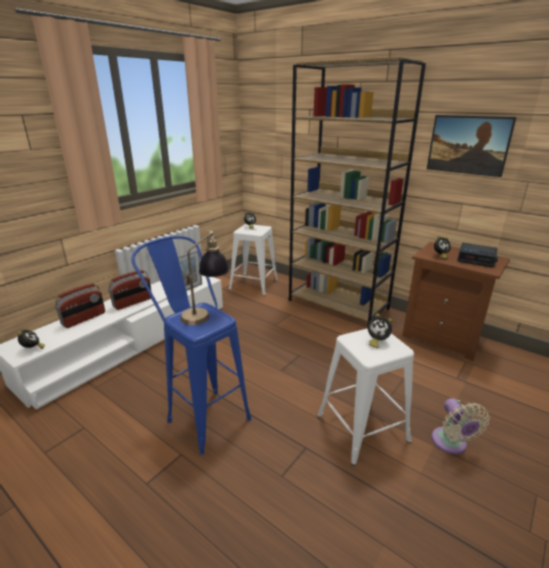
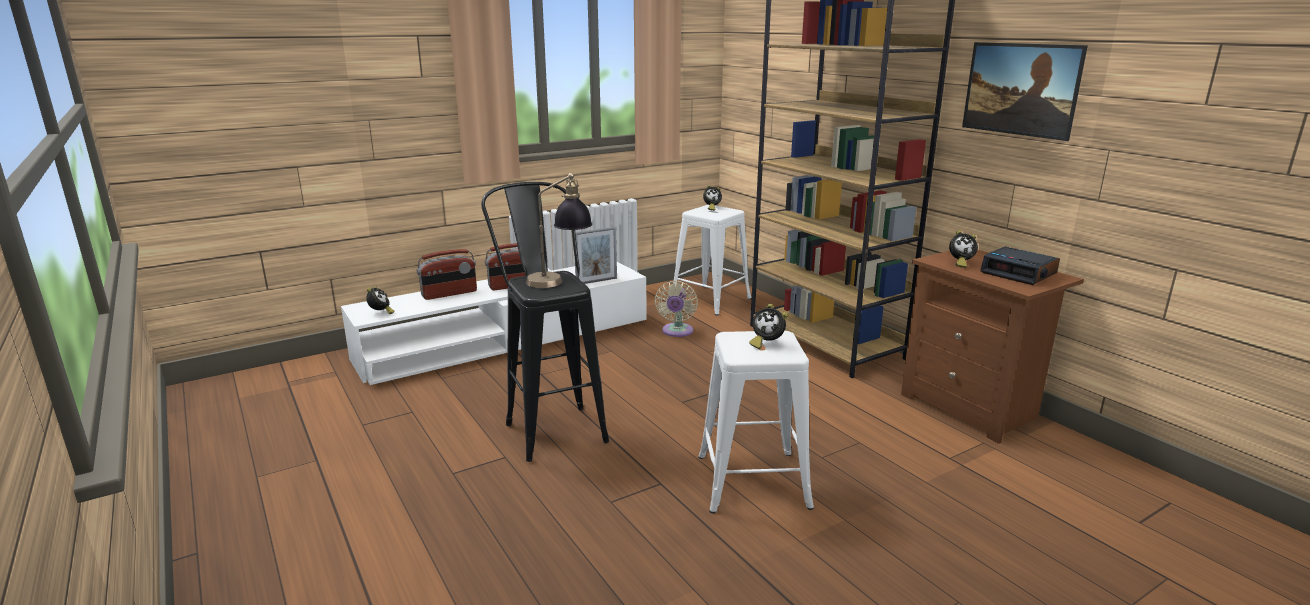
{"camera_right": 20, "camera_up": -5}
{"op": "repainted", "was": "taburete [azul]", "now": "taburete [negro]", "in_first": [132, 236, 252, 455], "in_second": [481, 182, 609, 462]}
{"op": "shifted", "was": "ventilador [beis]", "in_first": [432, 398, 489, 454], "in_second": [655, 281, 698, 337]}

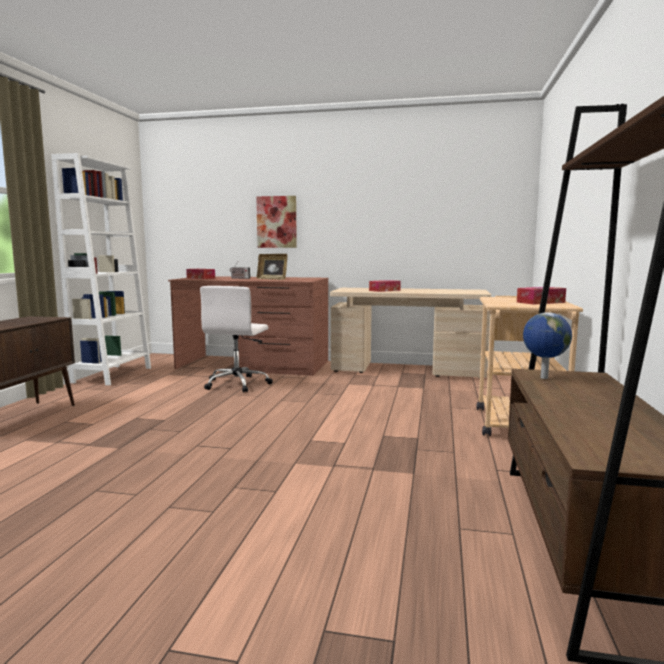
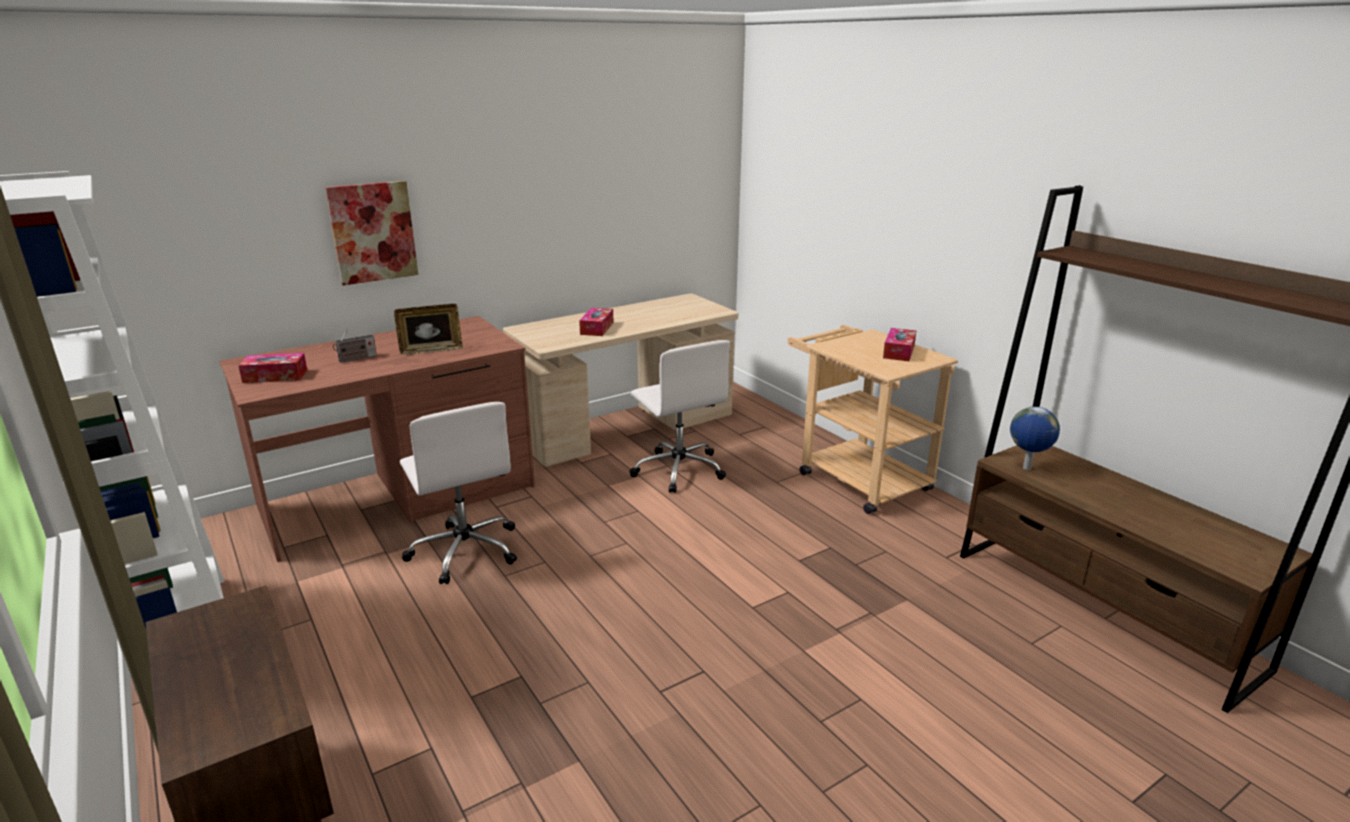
{"camera_right": -45, "camera_up": 15}
{"op": "new", "now": "silla de oficina [blanco]", "in_second": [629, 340, 730, 493]}

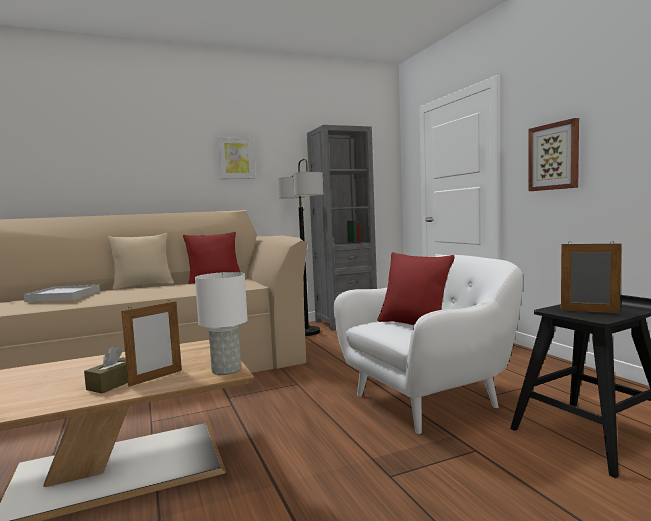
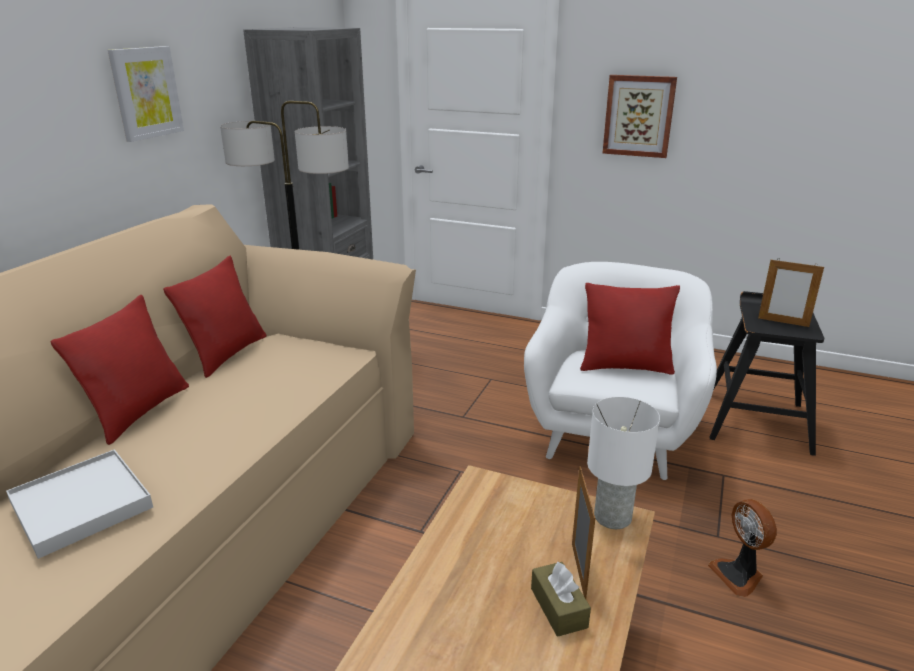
{"camera_right": -45, "camera_up": 20}
{"op": "repainted", "was": "cojín [beis]", "now": "cojín [rojo]", "in_first": [108, 233, 174, 290], "in_second": [50, 295, 189, 445]}
{"op": "new", "now": "ventilador", "in_second": [708, 499, 777, 597]}
{"op": "rotated", "was": "portarretratos", "in_first": [561, 241, 622, 313], "in_second": [758, 258, 824, 327], "clockwise": -135}

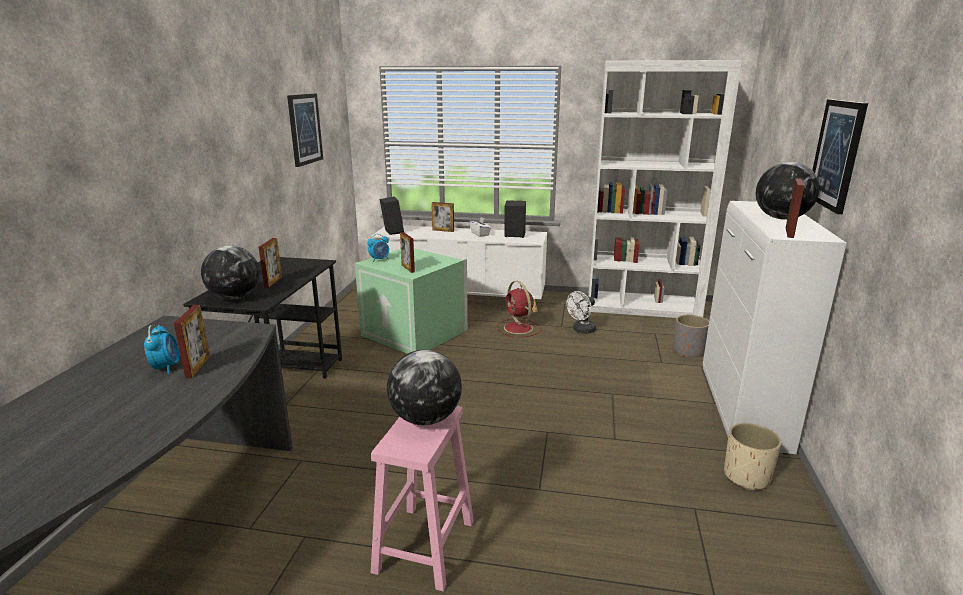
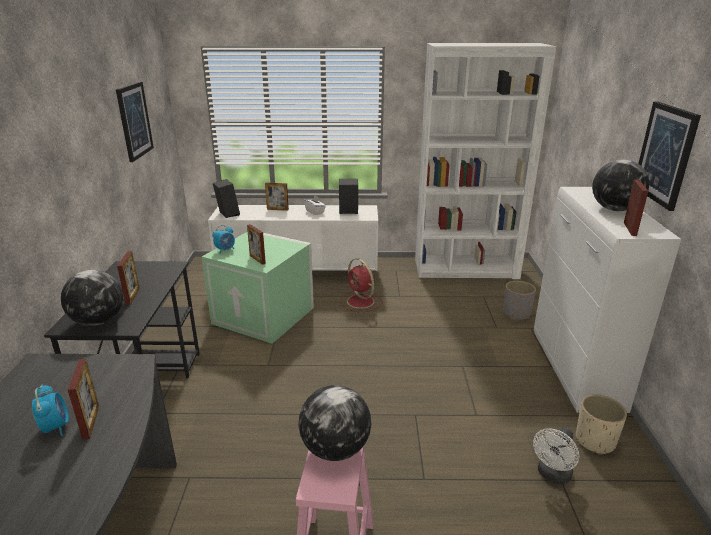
{"camera_right": -10, "camera_up": 5}
{"op": "shifted", "was": "ventilador [blanco]", "in_first": [566, 291, 596, 334], "in_second": [533, 428, 579, 484]}

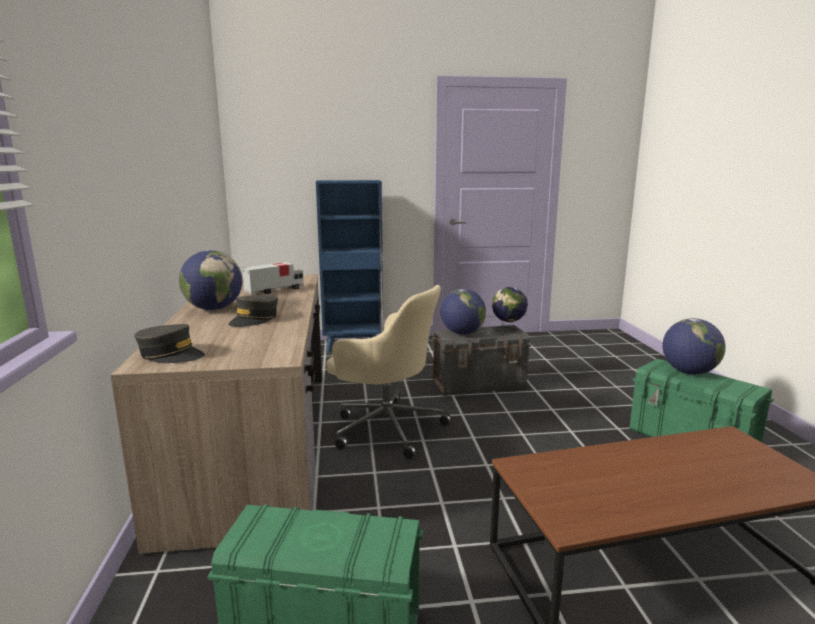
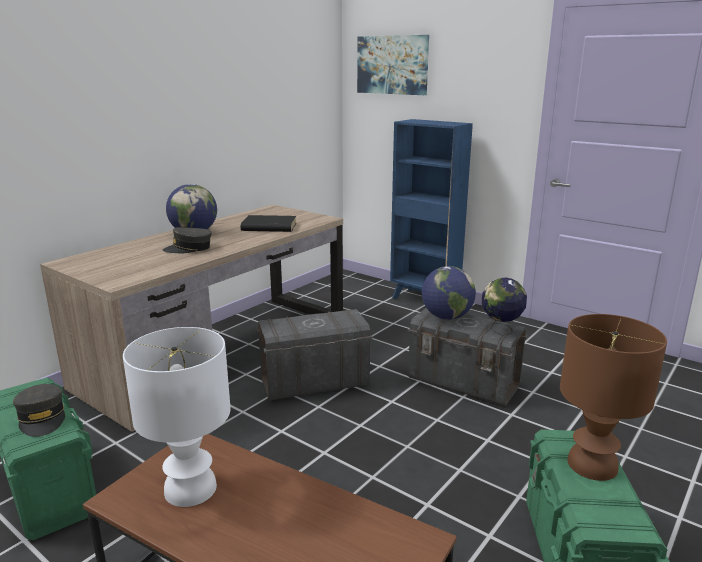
{"camera_right": 45, "camera_up": 5}
{"op": "shifted", "was": "gorra [gris]", "in_first": [134, 324, 205, 363], "in_second": [13, 384, 65, 437]}
{"op": "new", "now": "lámpara de mesa [blanco]", "in_second": [123, 327, 231, 507]}
{"op": "swapped", "was": "camión de juguete", "now": "libro [negro]", "in_first": [242, 262, 304, 294], "in_second": [241, 215, 297, 232]}
{"op": "swapped", "was": "silla de oficina [beis]", "now": "caja de almacenaje [gris]", "in_first": [326, 285, 451, 459], "in_second": [256, 309, 373, 400]}
{"op": "new", "now": "cuadro", "in_second": [357, 35, 429, 95]}
{"op": "swapped", "was": "globo terráqueo", "now": "lámpara de mesa [marrón]", "in_first": [662, 318, 725, 374], "in_second": [560, 314, 667, 481]}

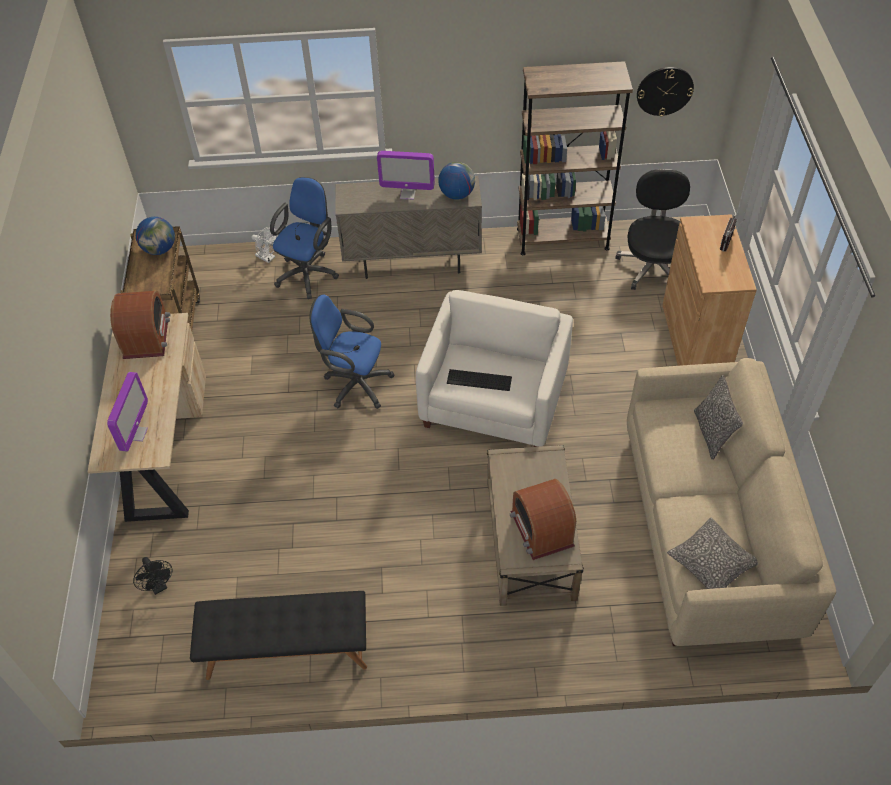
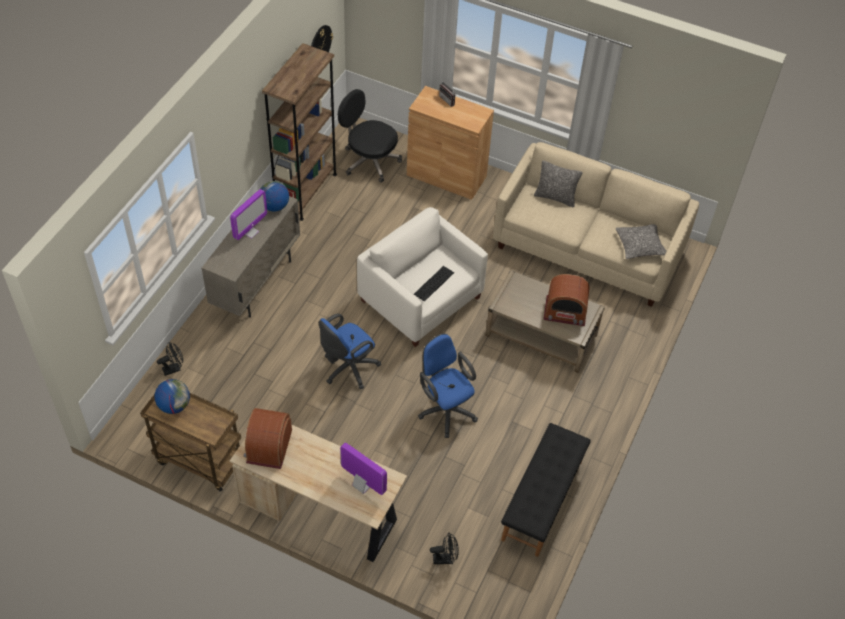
{"camera_right": -65, "camera_up": 0}
{"op": "repainted", "was": "ventilador [blanco]", "now": "ventilador [negro]", "in_first": [251, 227, 278, 263], "in_second": [157, 342, 183, 376]}
{"op": "rotated", "was": "radio", "in_first": [110, 291, 171, 359], "in_second": [243, 408, 292, 469], "clockwise": -105}
{"op": "shifted", "was": "silla de oficina [azul]", "in_first": [270, 177, 339, 299], "in_second": [418, 334, 478, 438]}

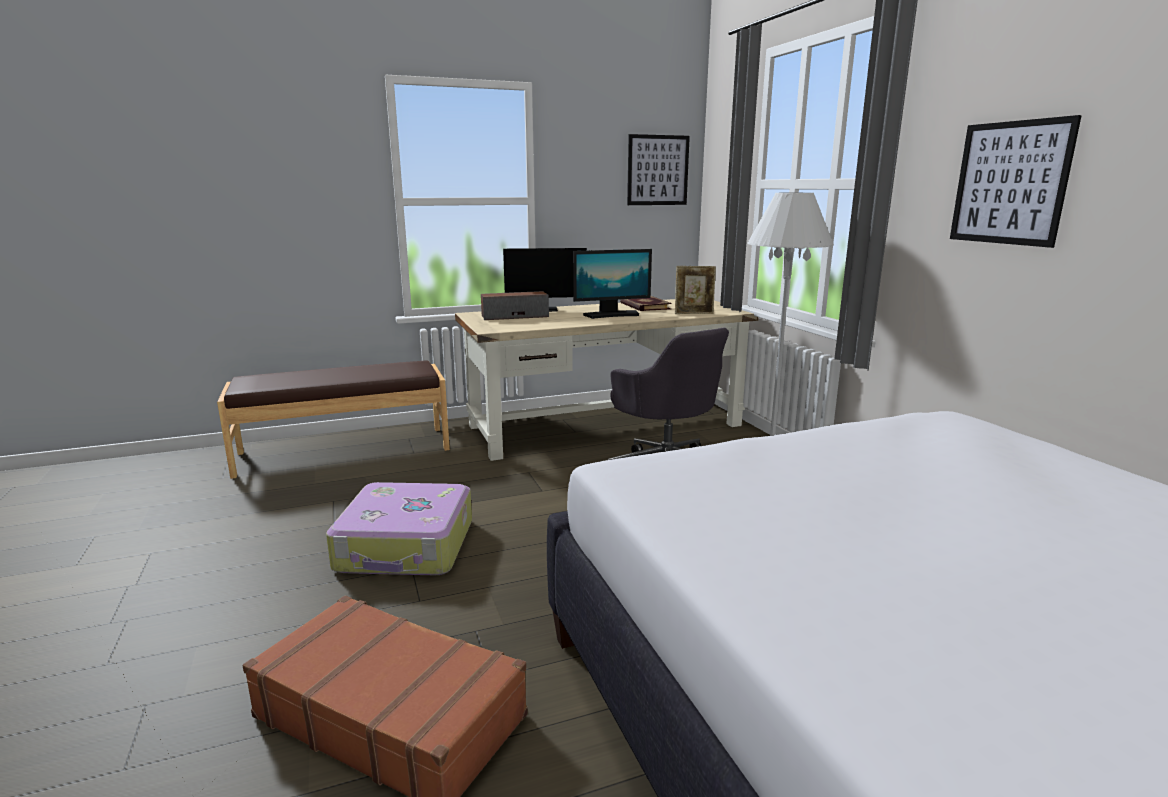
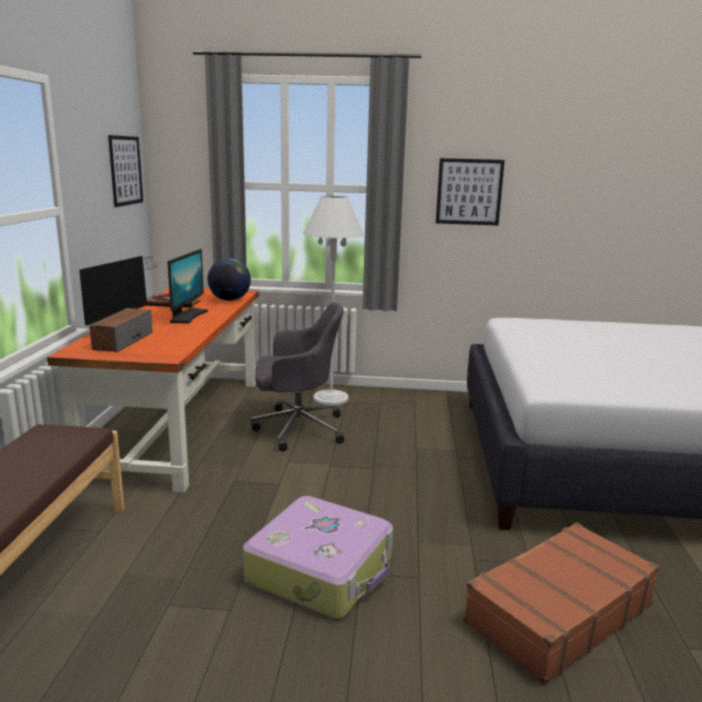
{"camera_right": -65, "camera_up": 0}
{"op": "repainted", "was": "escritorio [beis]", "now": "escritorio [naranja]", "in_first": [455, 299, 759, 461], "in_second": [47, 287, 259, 493]}
{"op": "swapped", "was": "portarretratos", "now": "globo terráqueo", "in_first": [675, 266, 716, 314], "in_second": [207, 258, 251, 301]}

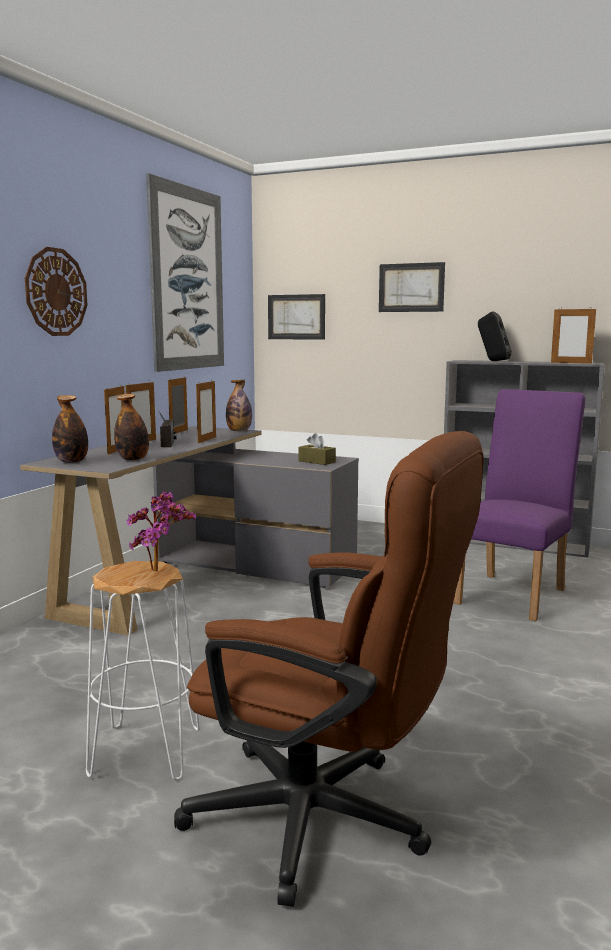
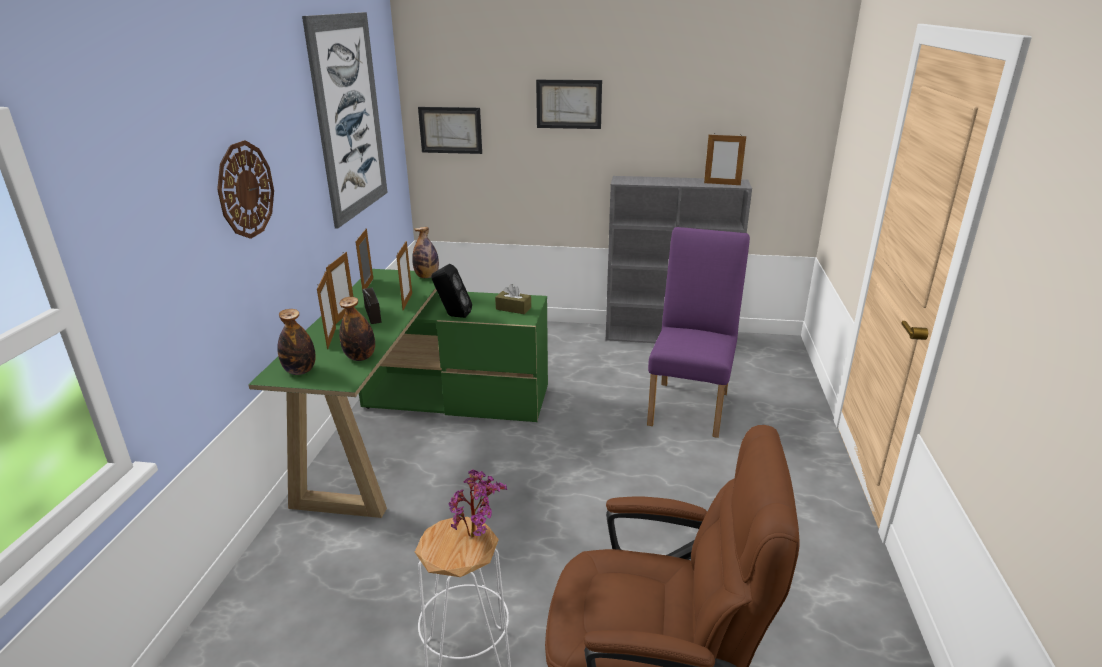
{"camera_right": -15, "camera_up": 15}
{"op": "repainted", "was": "escritorio [gris]", "now": "escritorio [verde]", "in_first": [20, 426, 359, 635], "in_second": [248, 269, 548, 518]}
{"op": "shifted", "was": "altavoz [negro]", "in_first": [478, 311, 512, 361], "in_second": [431, 264, 472, 318]}

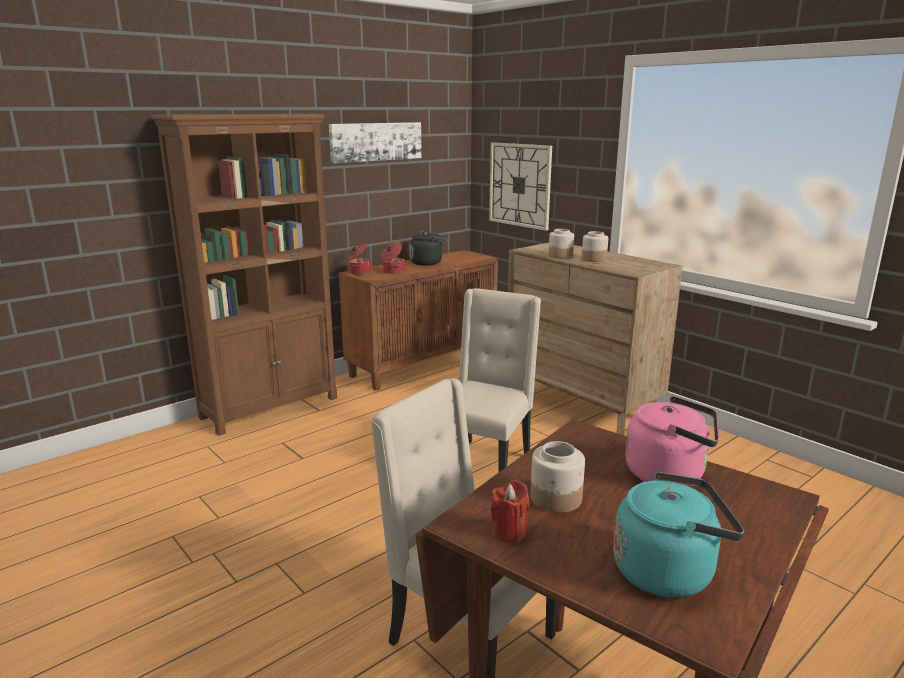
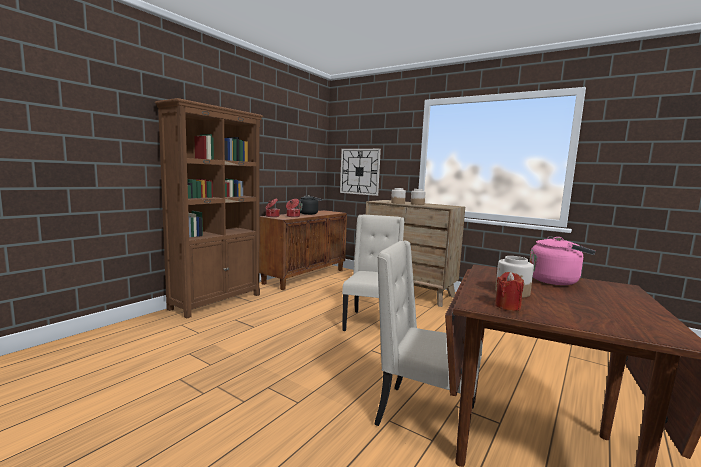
{"camera_right": -15, "camera_up": -10}
{"op": "gone", "was": "cuadro", "in_first": [329, 122, 422, 163]}
{"op": "gone", "was": "hervidor [turquesa]", "in_first": [613, 472, 744, 598]}

